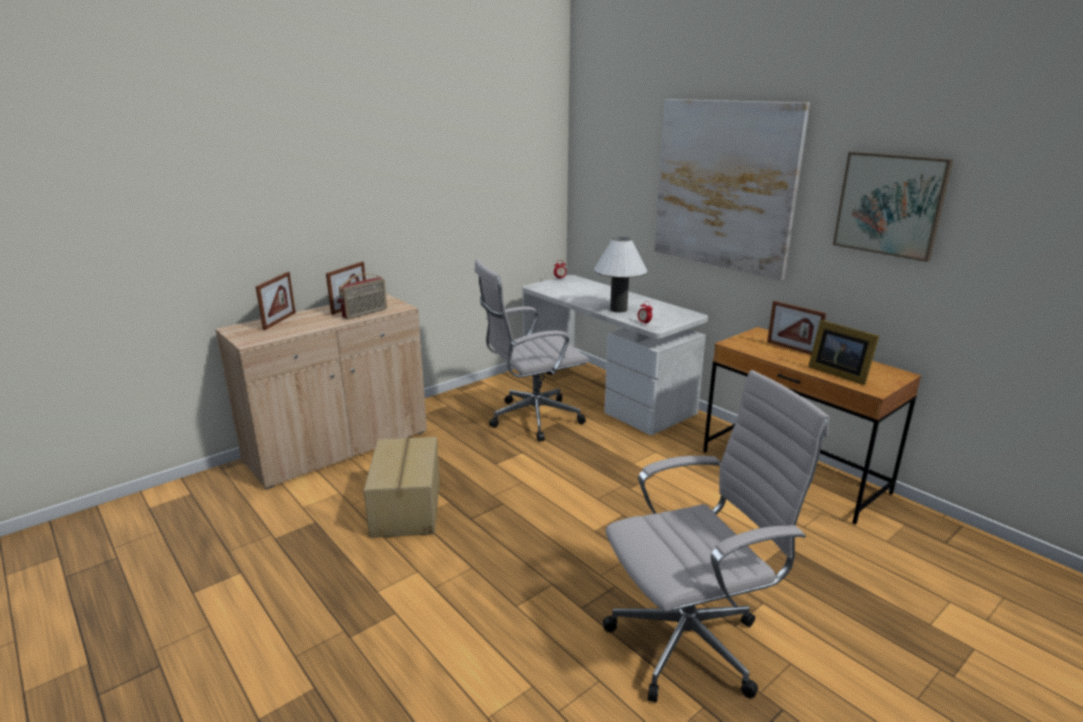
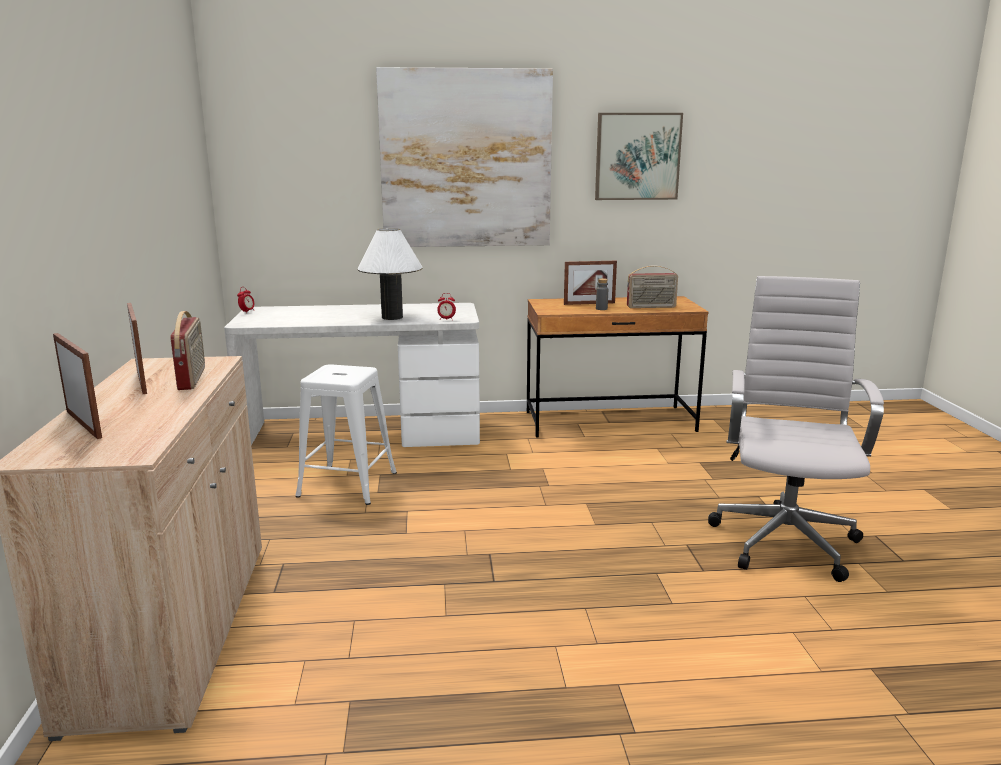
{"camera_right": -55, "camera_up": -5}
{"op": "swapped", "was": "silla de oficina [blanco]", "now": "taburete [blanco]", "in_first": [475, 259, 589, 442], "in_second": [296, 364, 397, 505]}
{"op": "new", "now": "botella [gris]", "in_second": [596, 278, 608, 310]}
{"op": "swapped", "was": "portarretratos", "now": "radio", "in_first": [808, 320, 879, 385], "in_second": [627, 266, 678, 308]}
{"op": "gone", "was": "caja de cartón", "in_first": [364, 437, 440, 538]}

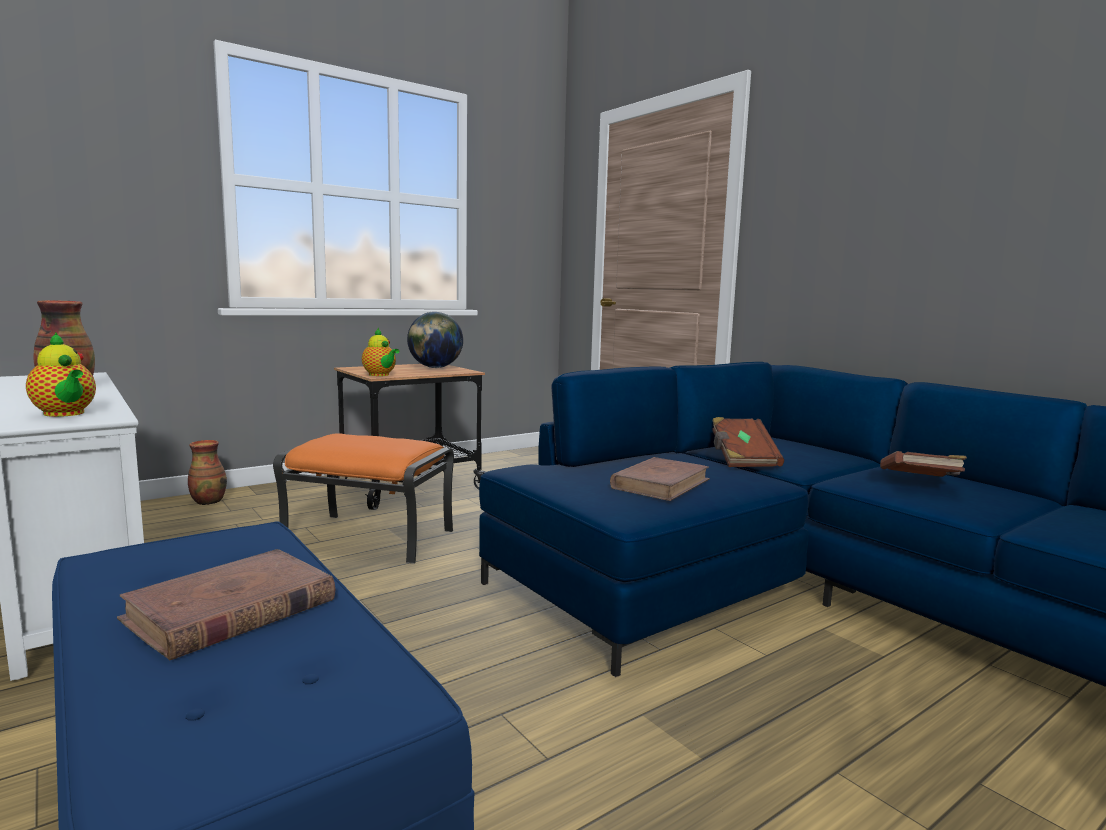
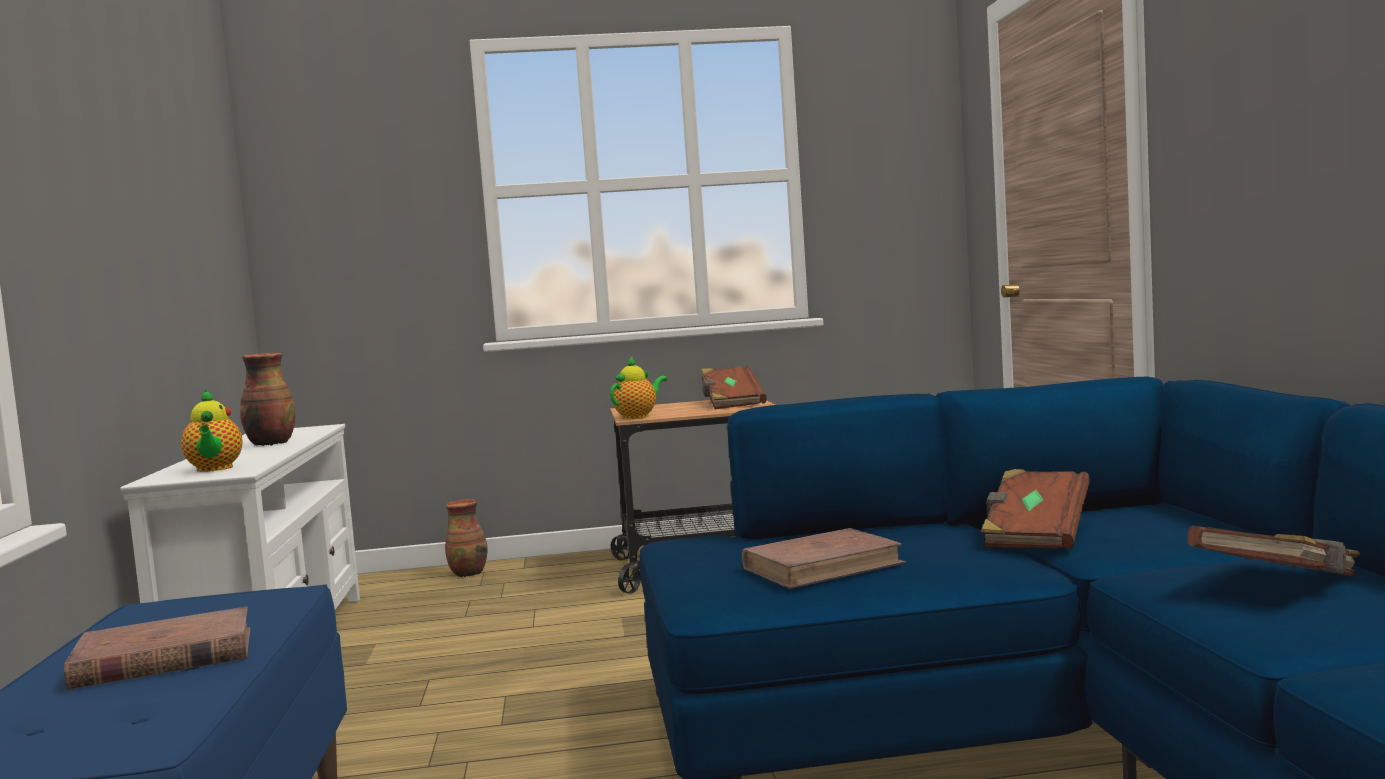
{"camera_right": 30, "camera_up": -5}
{"op": "rotated", "was": "tetera", "in_first": [362, 328, 400, 376], "in_second": [610, 357, 667, 419], "clockwise": -120}
{"op": "swapped", "was": "globo terráqueo", "now": "libro [marrón]", "in_first": [407, 312, 463, 368], "in_second": [701, 366, 766, 409]}
{"op": "gone", "was": "puf [naranja]", "in_first": [273, 434, 454, 564]}

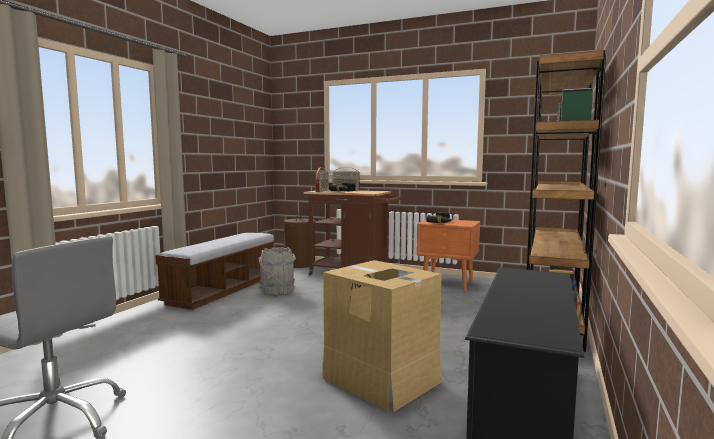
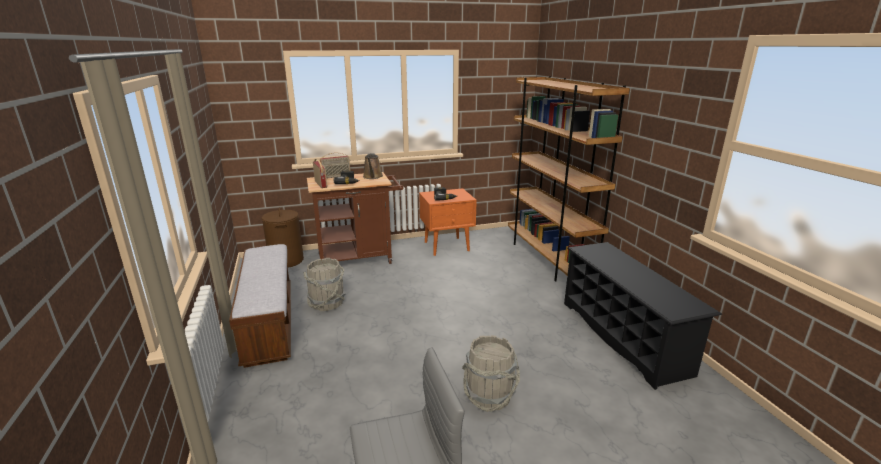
{"camera_right": -40, "camera_up": 15}
{"op": "new", "now": "regadera [marrón]", "in_second": [363, 153, 383, 179]}
{"op": "new", "now": "cubo [gris]", "in_second": [462, 335, 520, 412]}
{"op": "gone", "was": "caja de cartón", "in_first": [322, 260, 442, 412]}

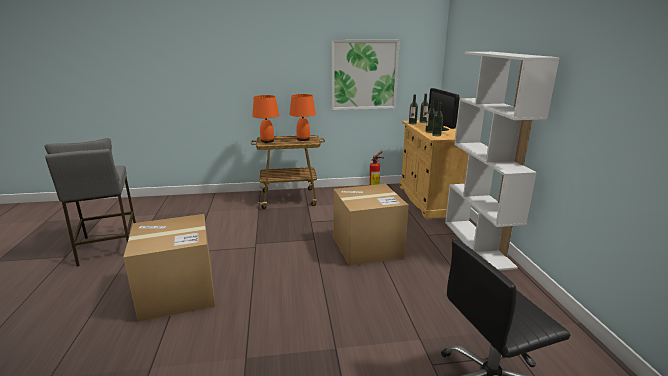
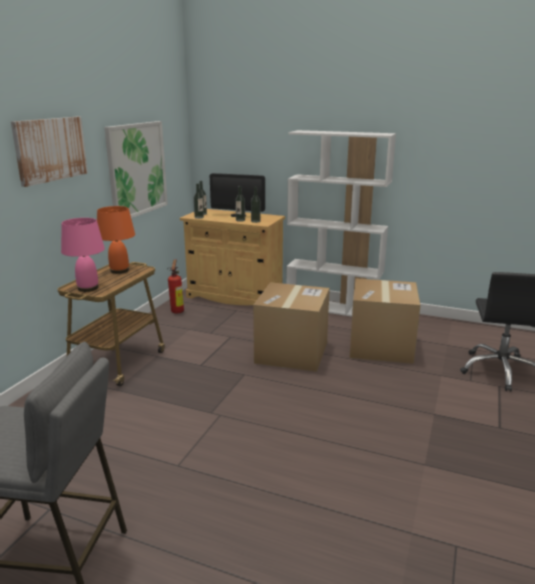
{"camera_right": -60, "camera_up": 0}
{"op": "new", "now": "cuadro", "in_second": [11, 117, 88, 187]}
{"op": "repainted", "was": "lámpara de mesa [naranja]", "now": "lámpara de mesa [rosa]", "in_first": [252, 95, 279, 143], "in_second": [61, 218, 105, 292]}
{"op": "shifted", "was": "caja de cartón", "in_first": [123, 214, 215, 322], "in_second": [350, 278, 421, 364]}

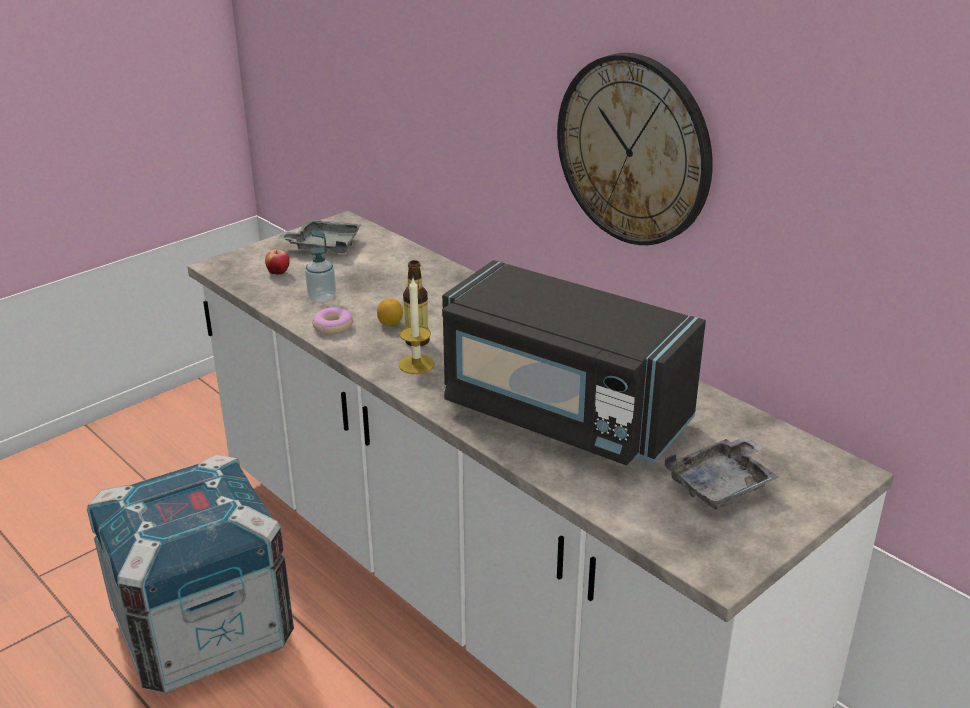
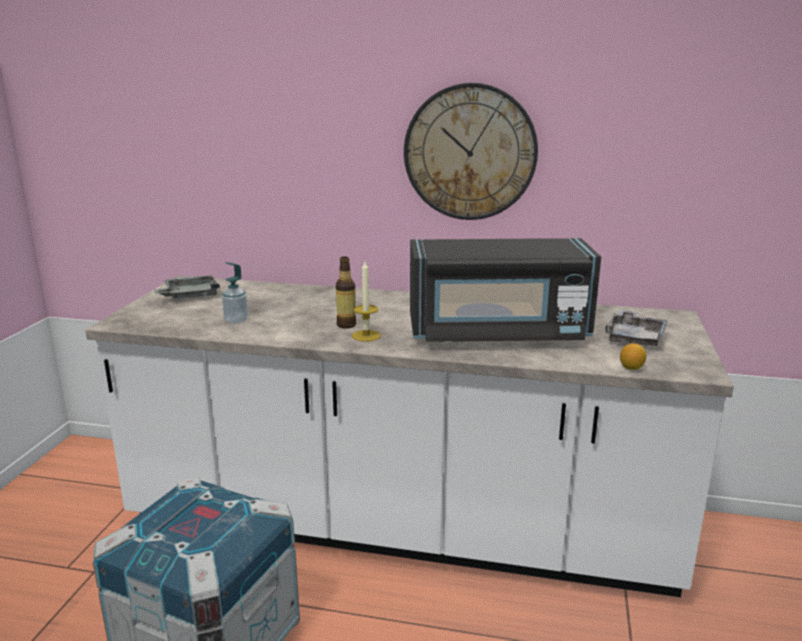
{"camera_right": -35, "camera_up": -10}
{"op": "shifted", "was": "limón", "in_first": [377, 298, 403, 326], "in_second": [620, 343, 646, 370]}
{"op": "gone", "was": "manzana", "in_first": [265, 250, 289, 275]}
{"op": "gone", "was": "rosquilla", "in_first": [312, 307, 353, 334]}

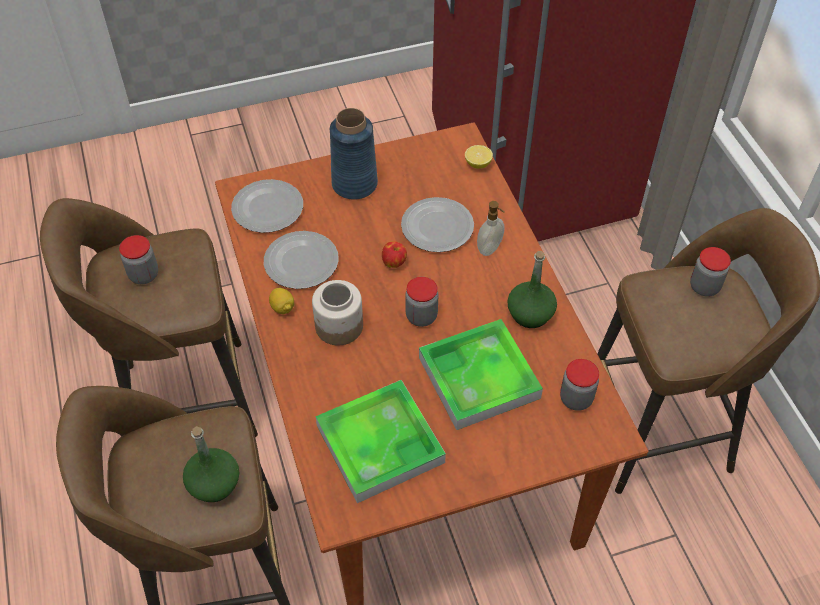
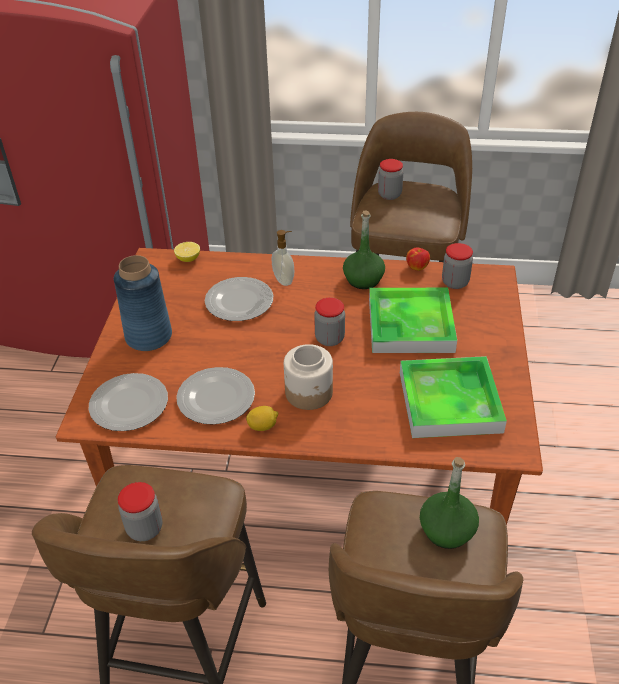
{"camera_right": -65, "camera_up": -10}
{"op": "shifted", "was": "manzana", "in_first": [382, 241, 407, 268], "in_second": [406, 248, 430, 271]}

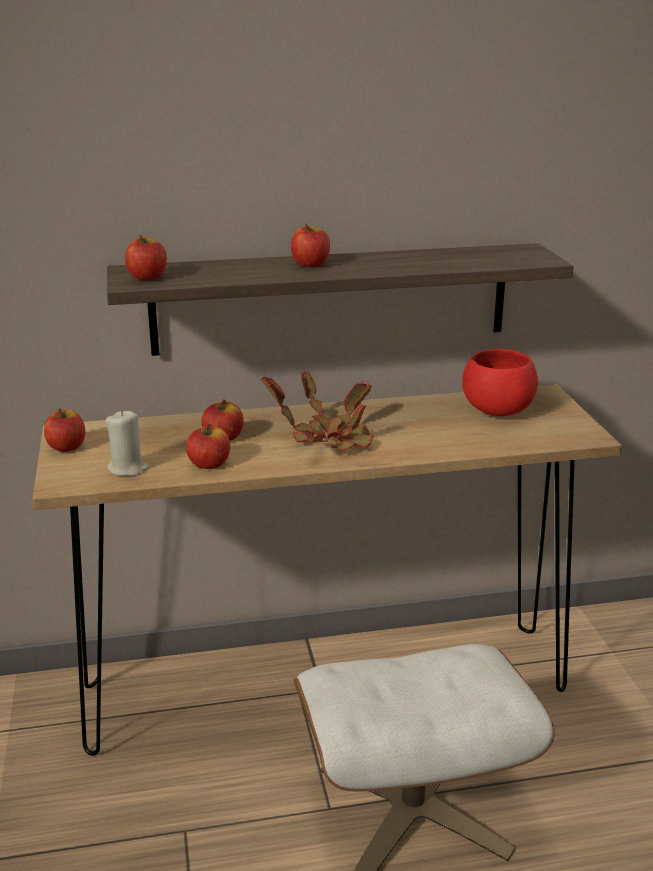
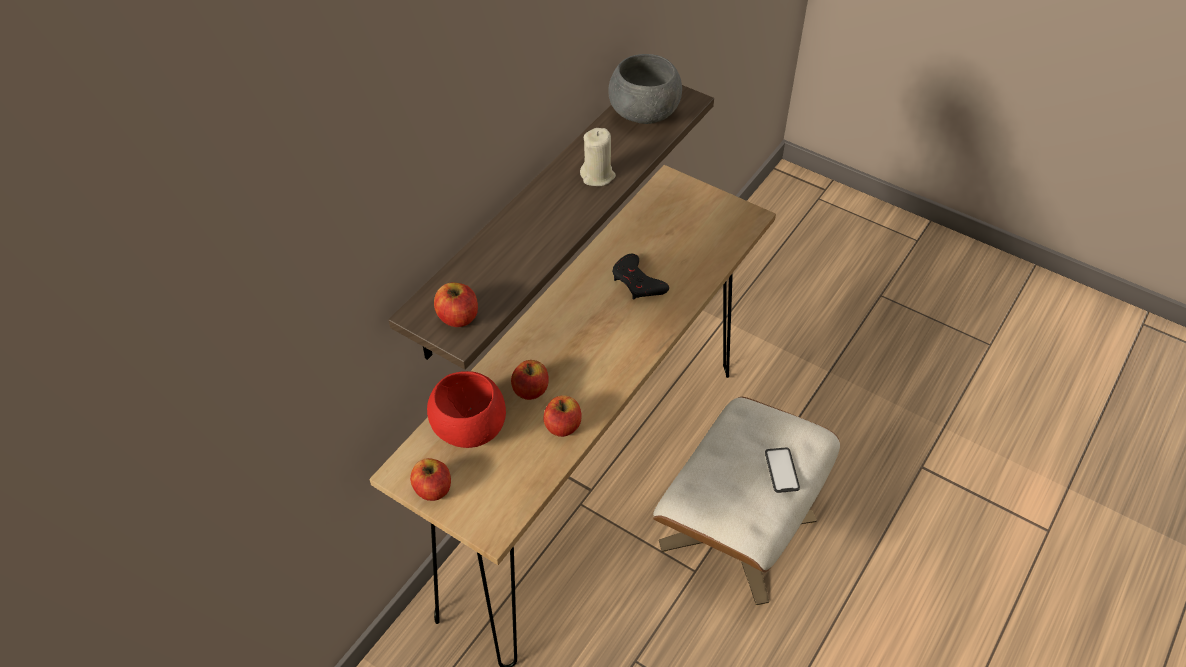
{"camera_right": -45, "camera_up": 25}
{"op": "shifted", "was": "cuenco [rojo]", "in_first": [462, 349, 538, 416], "in_second": [427, 371, 506, 448]}
{"op": "shifted", "was": "vela [beis]", "in_first": [106, 410, 149, 476], "in_second": [580, 128, 616, 186]}
{"op": "new", "now": "cuenco [gris]", "in_second": [608, 54, 682, 124]}
{"op": "new", "now": "mando de consola [negro]", "in_second": [612, 254, 669, 299]}
{"op": "new", "now": "móvil", "in_second": [765, 447, 800, 493]}
{"op": "gone", "was": "planta en maceta", "in_first": [261, 371, 373, 451]}
{"op": "gone", "was": "manzana", "in_first": [291, 224, 330, 267]}

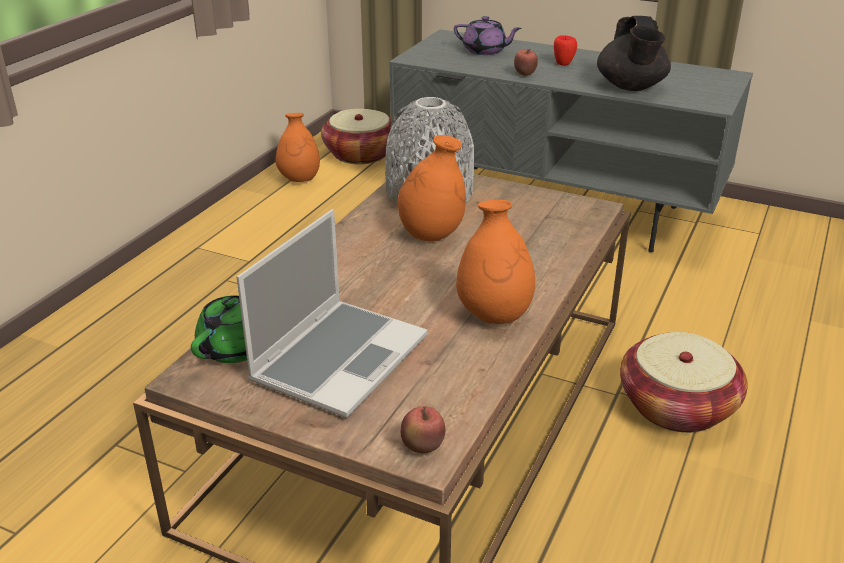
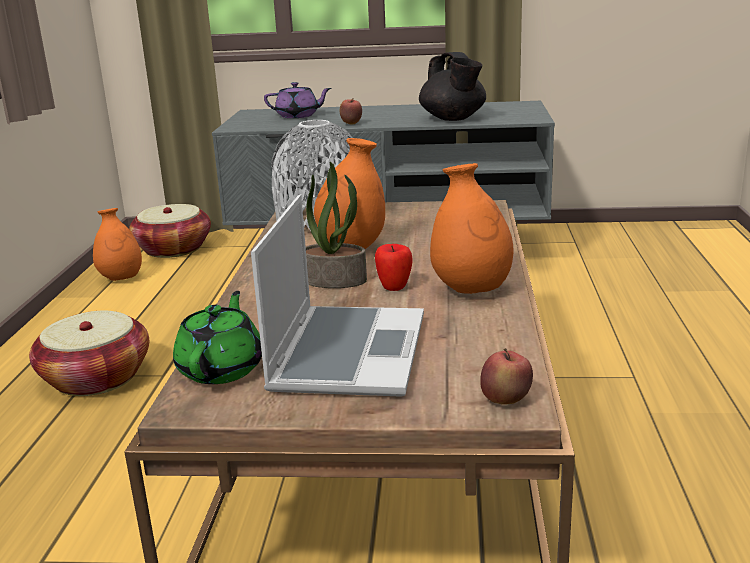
{"camera_right": -20, "camera_up": -10}
{"op": "shifted", "was": "cesta", "in_first": [620, 332, 748, 433], "in_second": [29, 311, 149, 396]}
{"op": "new", "now": "planta en maceta", "in_second": [306, 162, 367, 288]}
{"op": "shifted", "was": "manzana", "in_first": [554, 35, 577, 66], "in_second": [375, 244, 412, 291]}

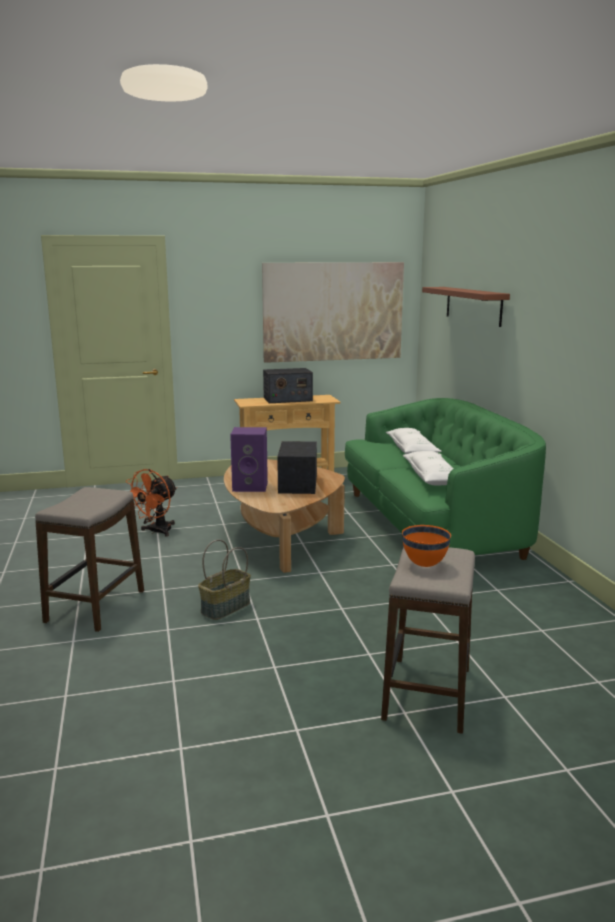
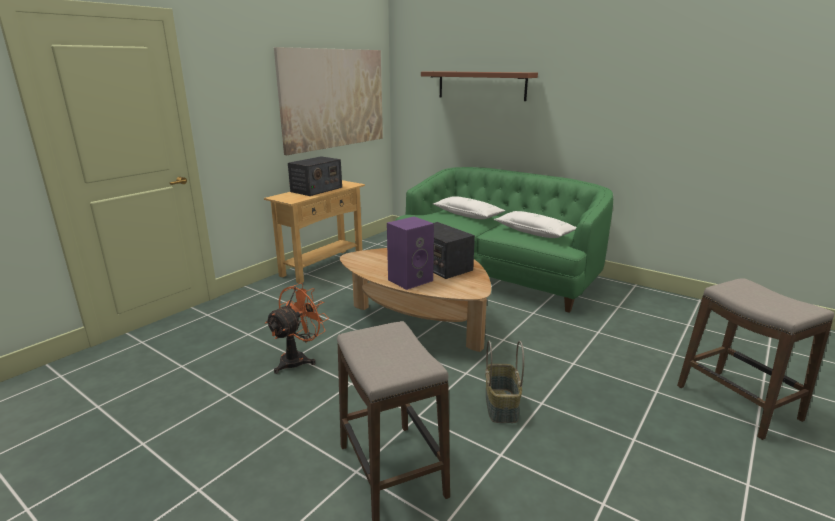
{"camera_right": -40, "camera_up": 5}
{"op": "rotated", "was": "ventilador [naranja]", "in_first": [126, 469, 177, 537], "in_second": [265, 283, 329, 374], "clockwise": -135}
{"op": "gone", "was": "cuenco [naranja]", "in_first": [402, 525, 451, 567]}

